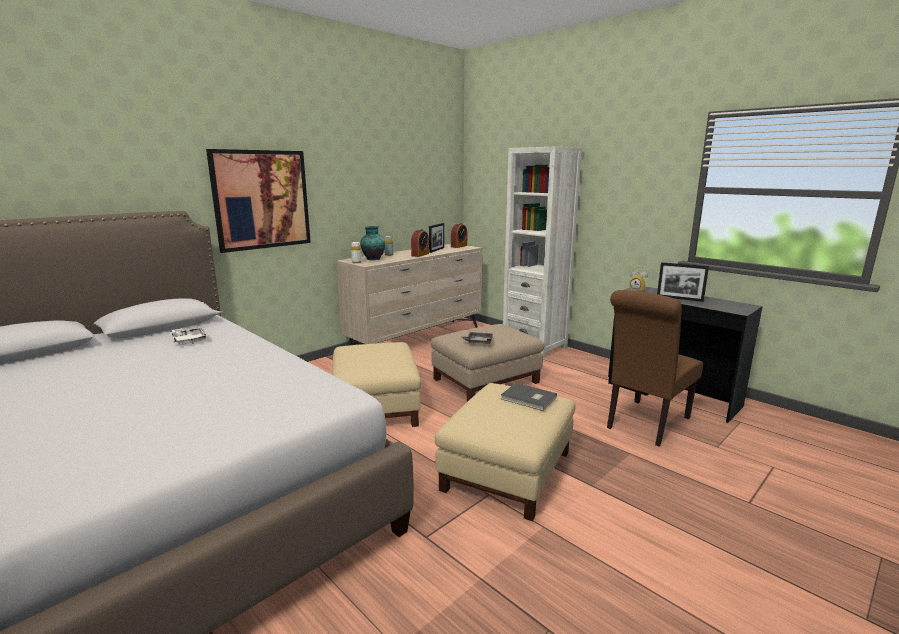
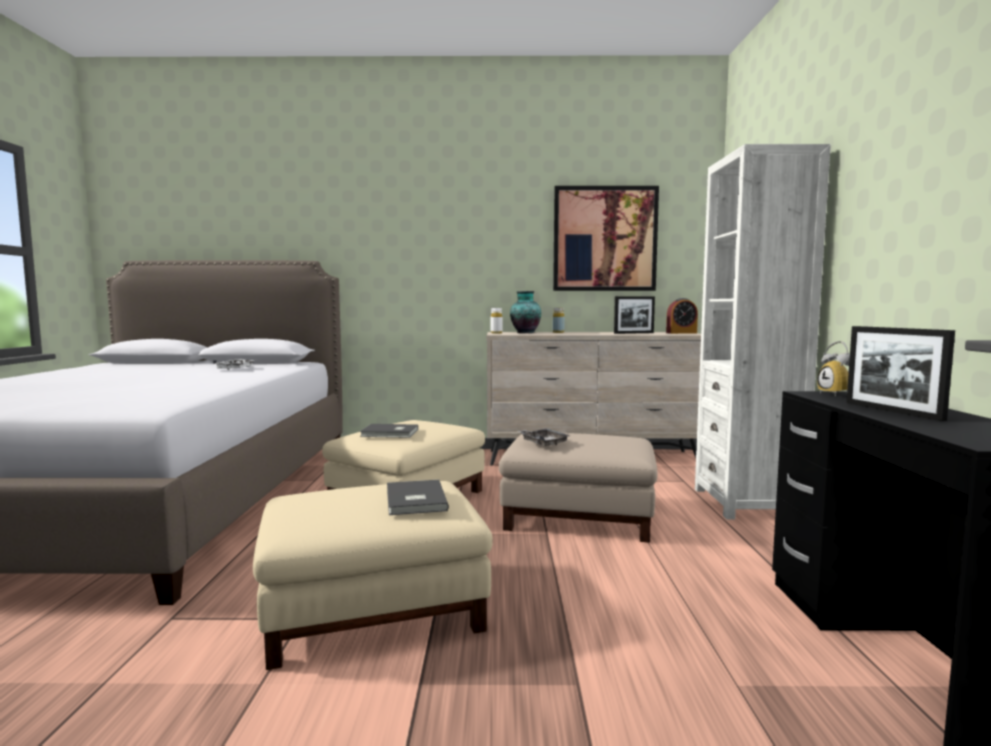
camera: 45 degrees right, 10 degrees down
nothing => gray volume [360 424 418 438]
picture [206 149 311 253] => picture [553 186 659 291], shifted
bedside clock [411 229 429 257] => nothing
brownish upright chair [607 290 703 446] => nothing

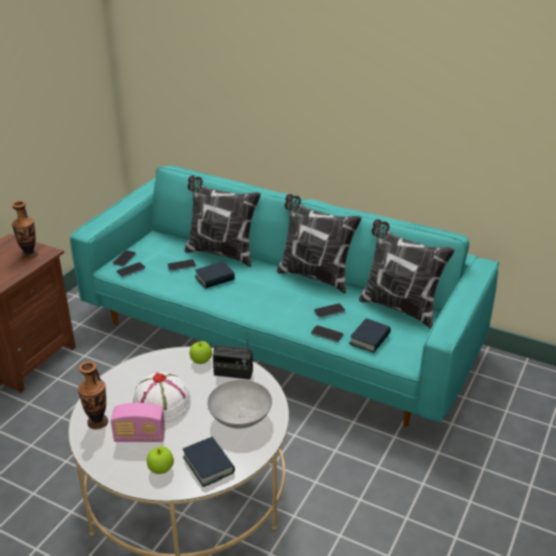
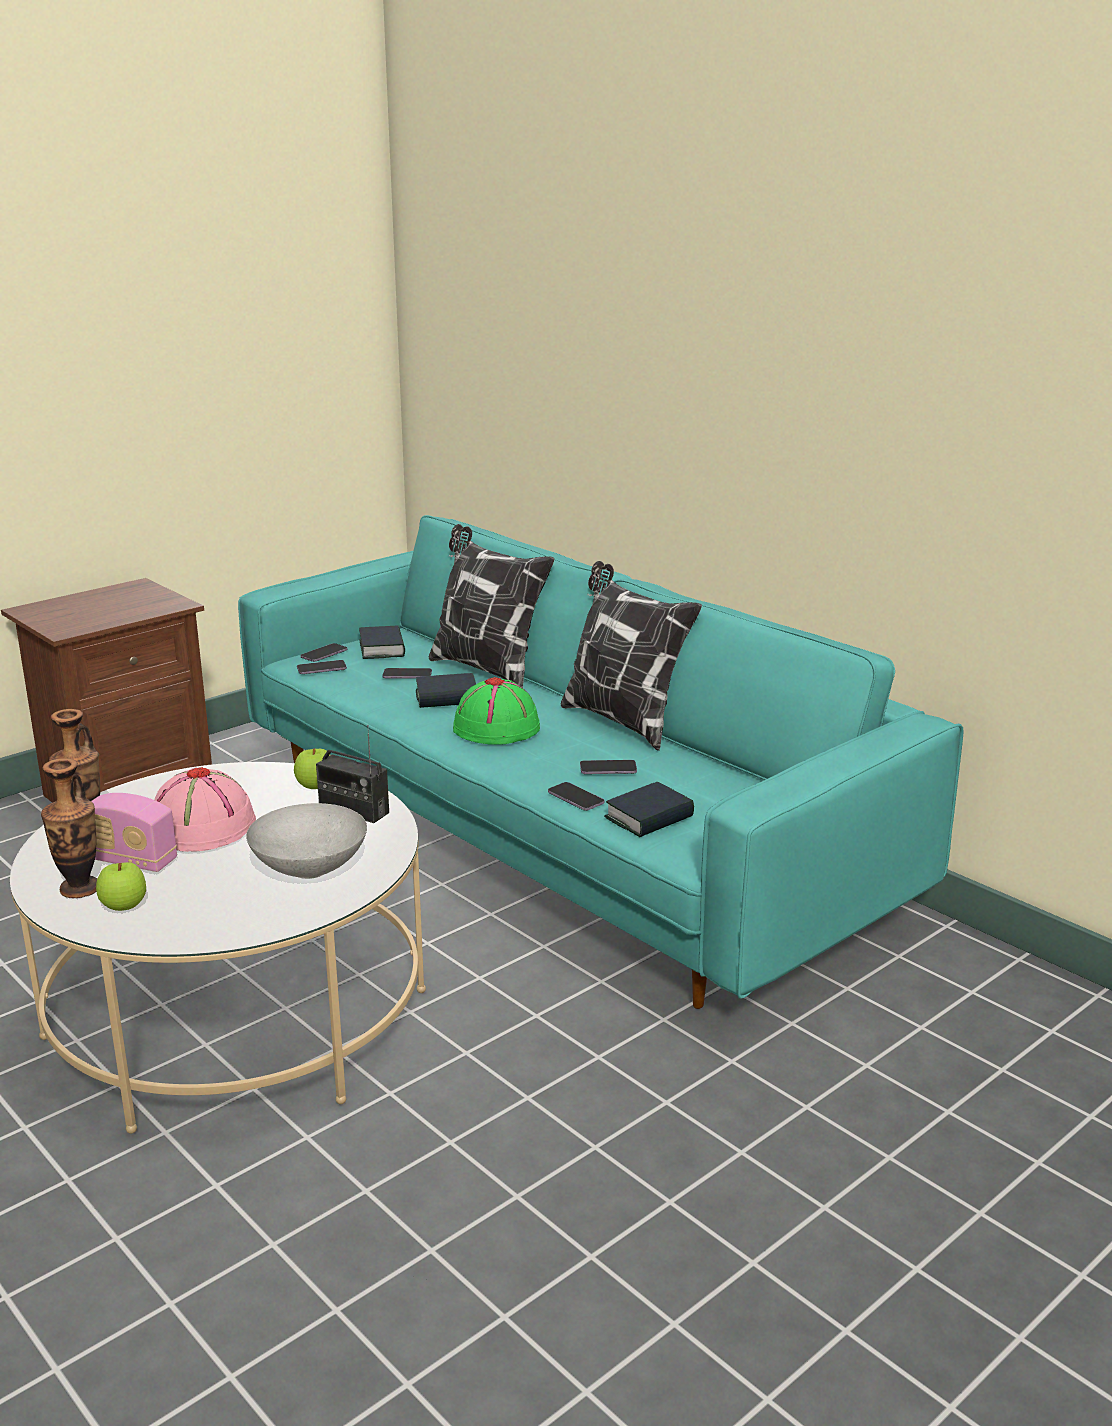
camera: 20 degrees right, 10 degrees down
decorative vase [11 201 38 259] => decorative vase [41 758 97 898], shifted
white-coloured clothing hat [133 372 191 424] => pinkish clothing hat [154 767 256 852]
volume [183 437 235 487] => volume [359 625 405 659], shifted
nothing => green-coloured clothing hat [453 677 540 745]
pillow [359 219 455 329] => nothing

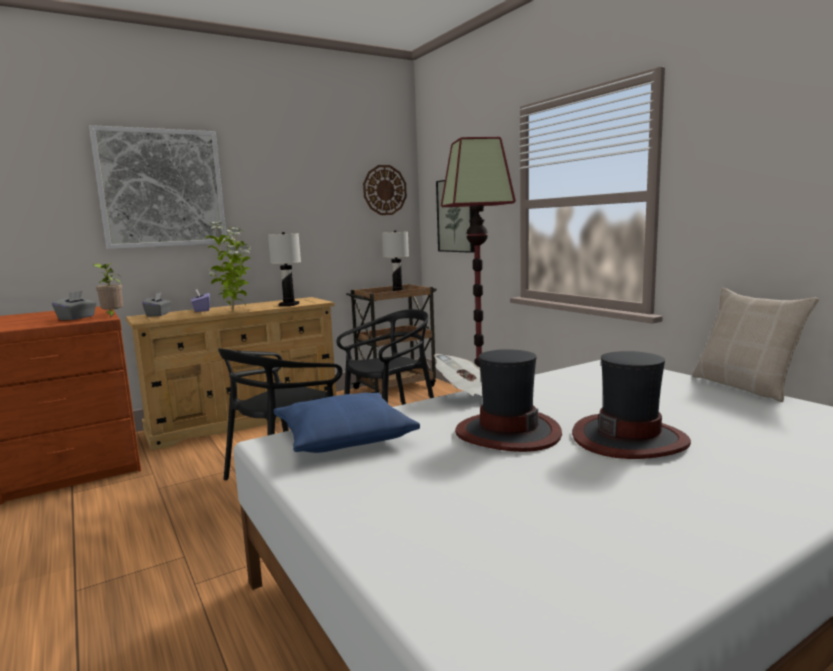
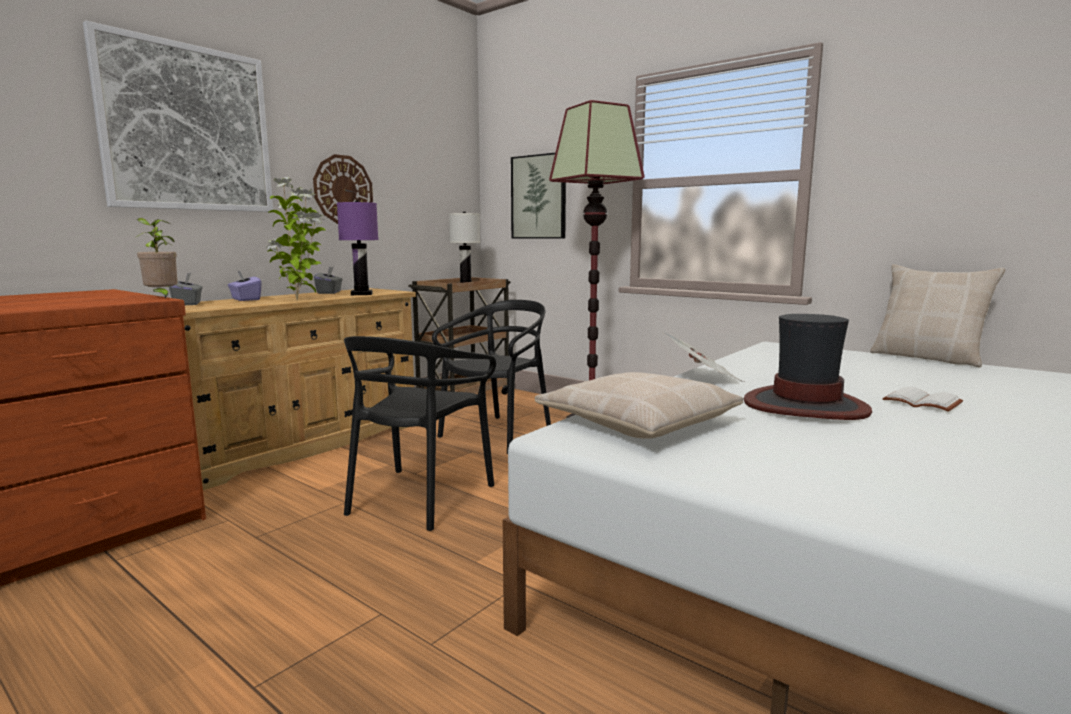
camera: 20 degrees left, 0 degrees up
wall clock [363 165 407 215] => wall clock [313 154 373 224], shifted
gray tissue box [52 291 97 320] => gray tissue box [314 267 343 294], shifted
white-coloured lamp for a table [268 232 301 306] => purplish lamp for a table [337 201 379 295]
bluish pillow [274 393 420 453] => beige-coloured pillow [535 372 743 439]
clothing hat [572 351 691 459] => white-coloured volume [882 387 963 412]

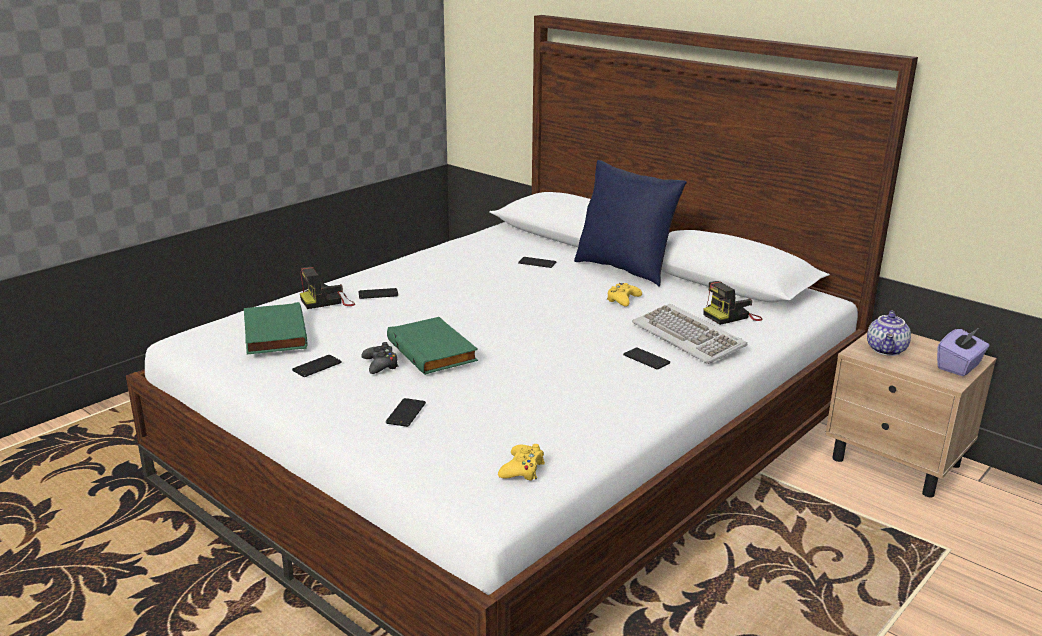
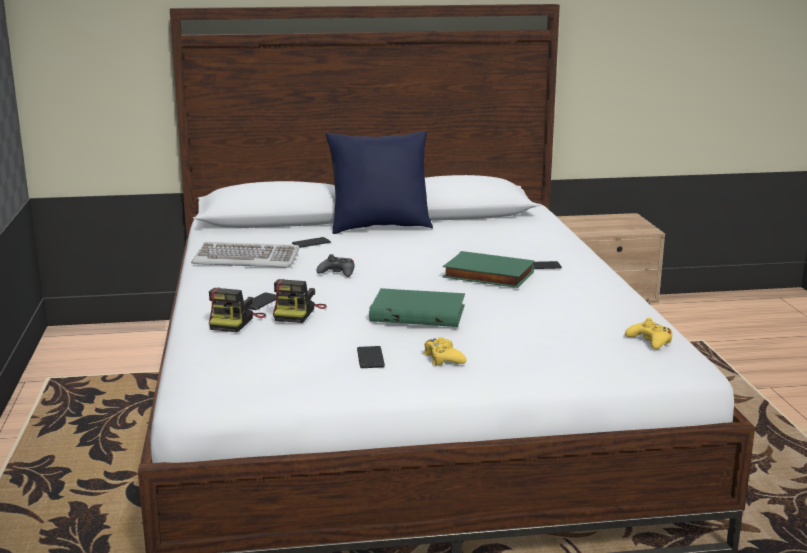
camera: 50 degrees left, 5 degrees down
PC keyboard [633 304 748 364] => PC keyboard [191 242 300 268], shifted
photo camera [703 281 763 325] => photo camera [273 279 327 323], shifted
black game controller [361 342 399 374] => black game controller [317 254 355 277], shifted
yellow game controller [607 283 642 307] => yellow game controller [424 337 466 366], shifted
green-coloured volume [244 302 308 355] => green-coloured volume [443 251 534 288], shifted
phone [386 398 426 427] => nothing
tea pot [867 310 911 356] => nothing
purplish tissue box [937 329 990 376] => nothing

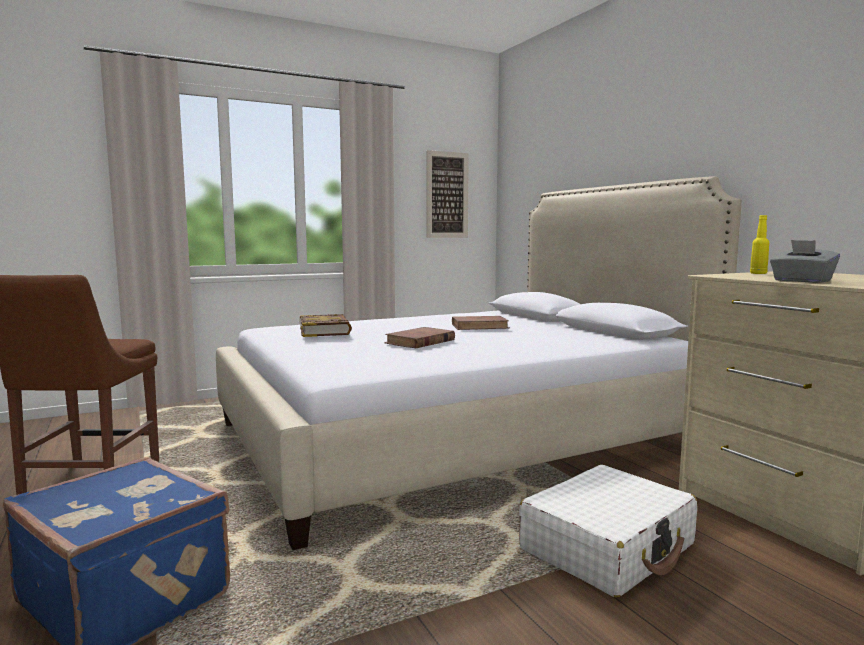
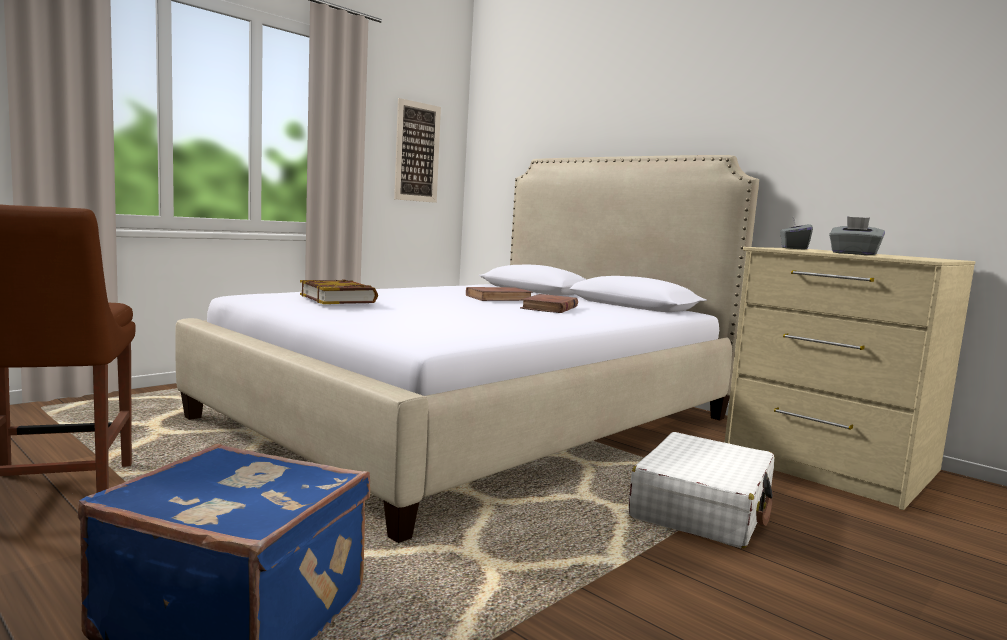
camera: 20 degrees left, 0 degrees up
brownish volume [384 327 455 348] => brownish volume [520 294 578 313], shifted
yellow beverage bottle [750 215 769 274] => gray tissue box [780 216 813 250]

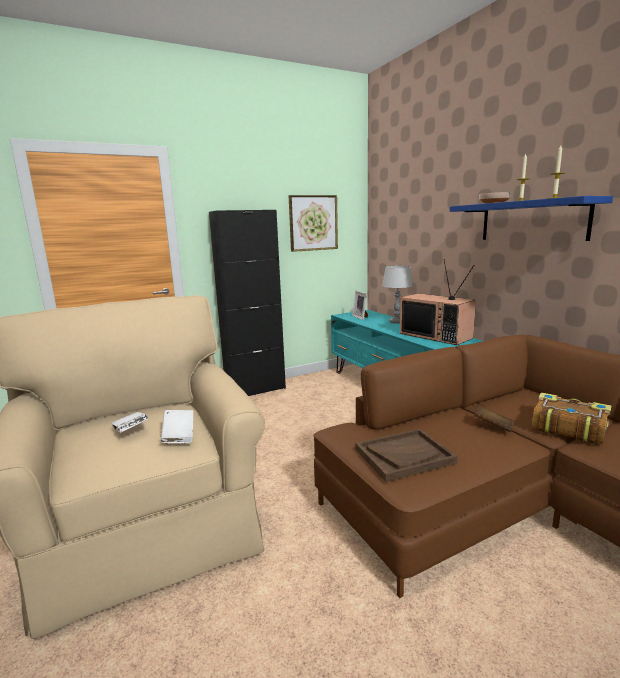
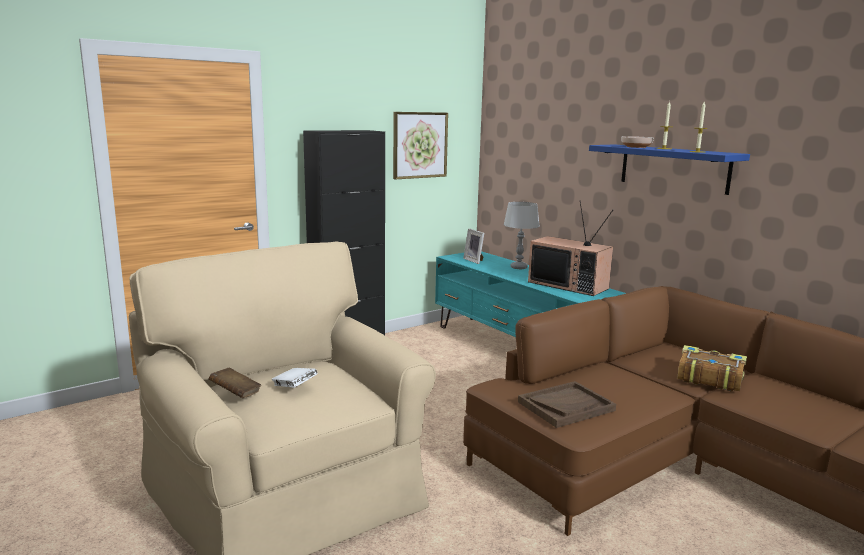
camera: 10 degrees left, 0 degrees up
brownish volume [475 406 514 432] => brownish volume [209 368 261 398], shifted
white-coloured volume [160 410 193 443] => nothing

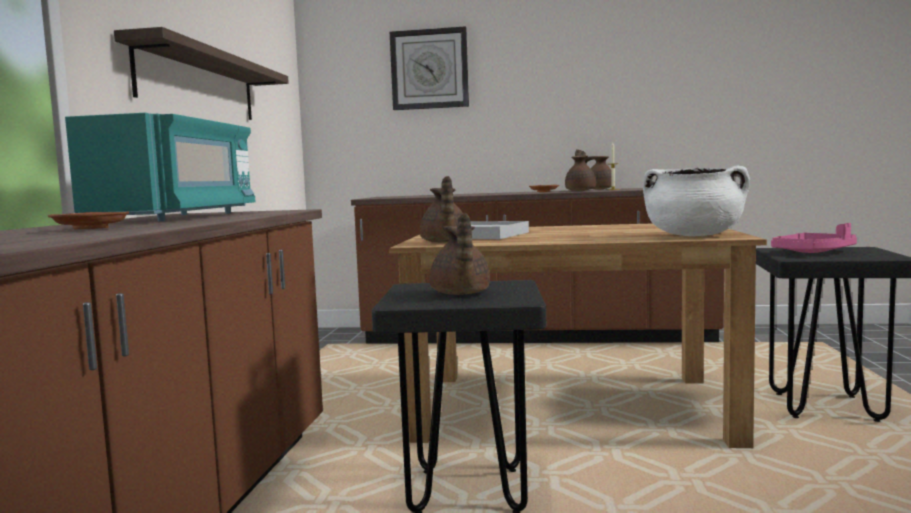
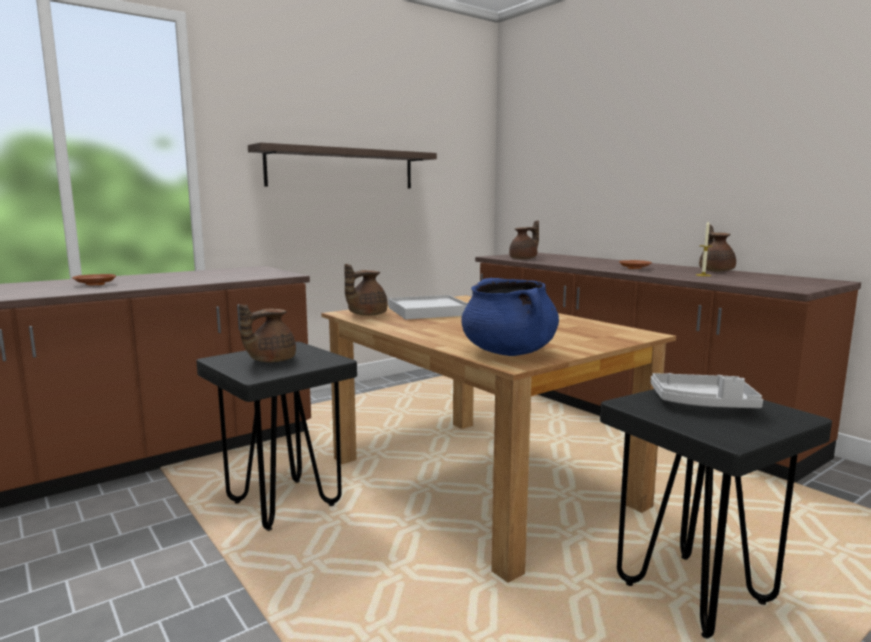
camera: 45 degrees right, 5 degrees up
white-coloured cooking pot [643 165 750 236] => bluish cooking pot [461 278 559 356]
brownish tea pot [565 149 596 191] => brownish tea pot [509 220 539 259], shifted
pinkish tray [771 223 857 253] => gray tray [651 373 763 408]
turquoise microwave [65 113 256 221] => nothing
wall clock [390 26 469 110] => nothing

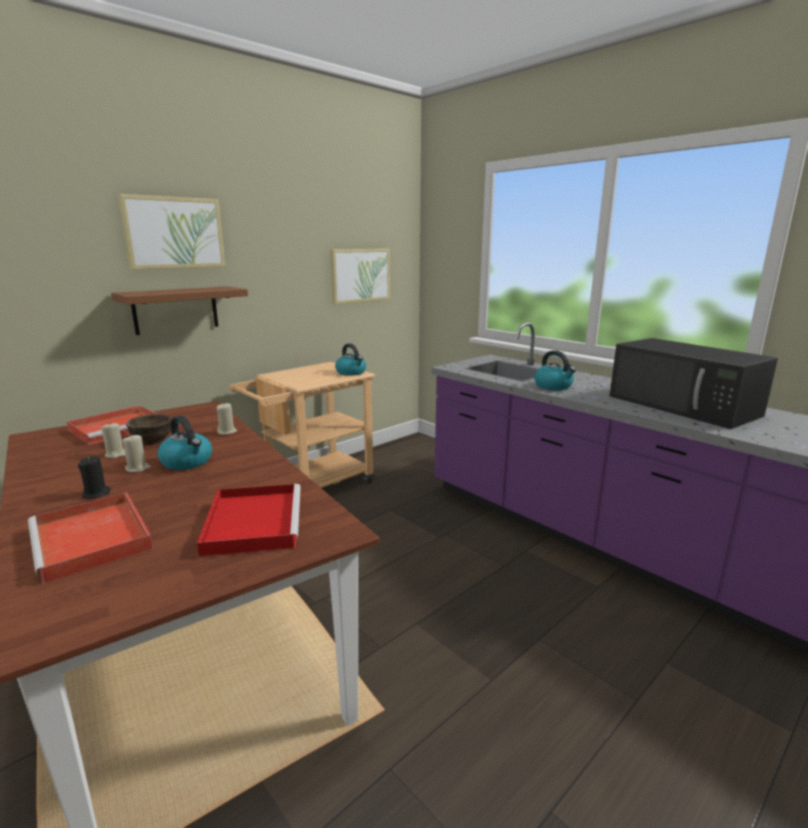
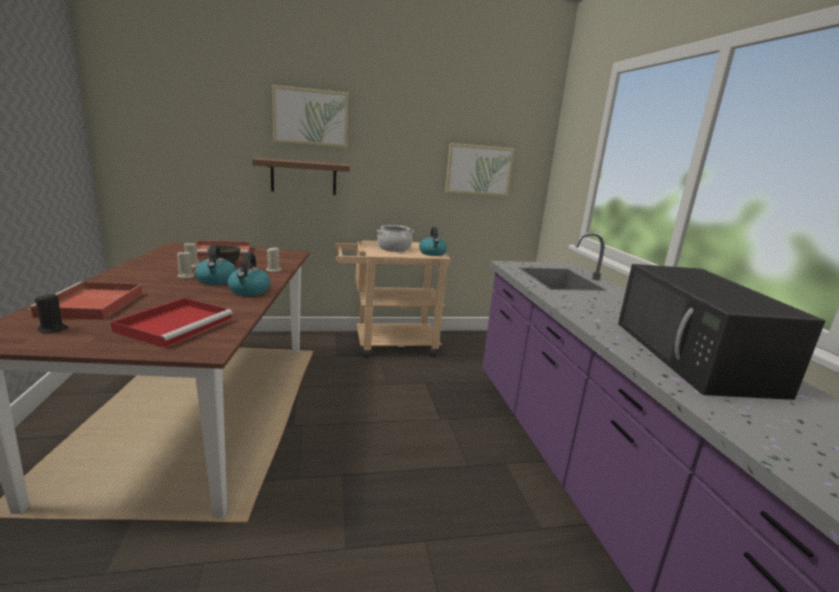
camera: 30 degrees right, 0 degrees up
black wax light [78 456 111 498] => black wax light [35 293 68 333], shifted
tea kettle [534 350 576 390] => tea kettle [227 253 270 296], shifted
nothing => cooking pot [377 225 414 252]

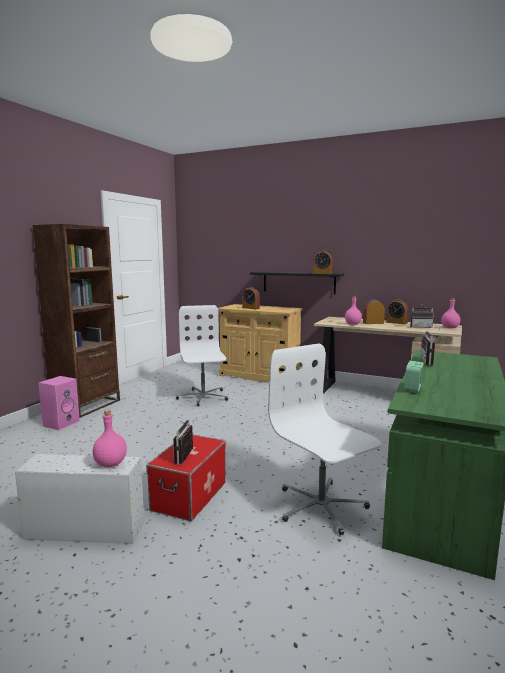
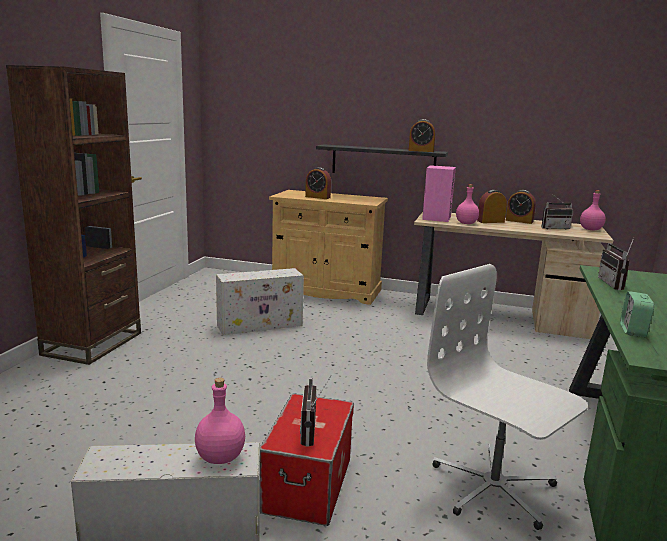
camera: 10 degrees left, 5 degrees up
white-coloured desk chair [176 305 228 406] => white-coloured storage container [216 268 304 335]
pinkish audio speaker [39 376 80 430] => pinkish audio speaker [422 165 456 222], shifted

